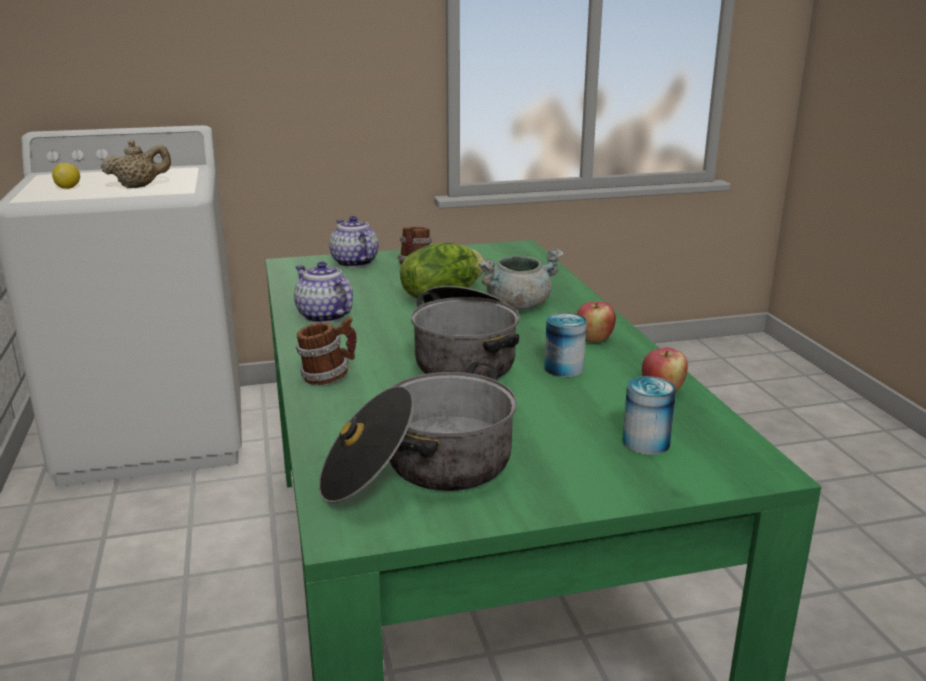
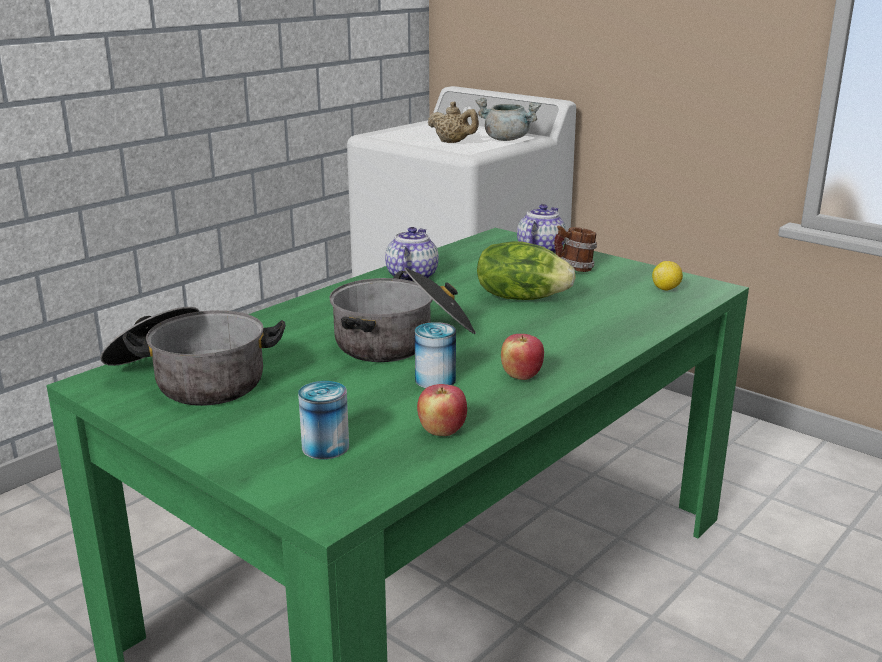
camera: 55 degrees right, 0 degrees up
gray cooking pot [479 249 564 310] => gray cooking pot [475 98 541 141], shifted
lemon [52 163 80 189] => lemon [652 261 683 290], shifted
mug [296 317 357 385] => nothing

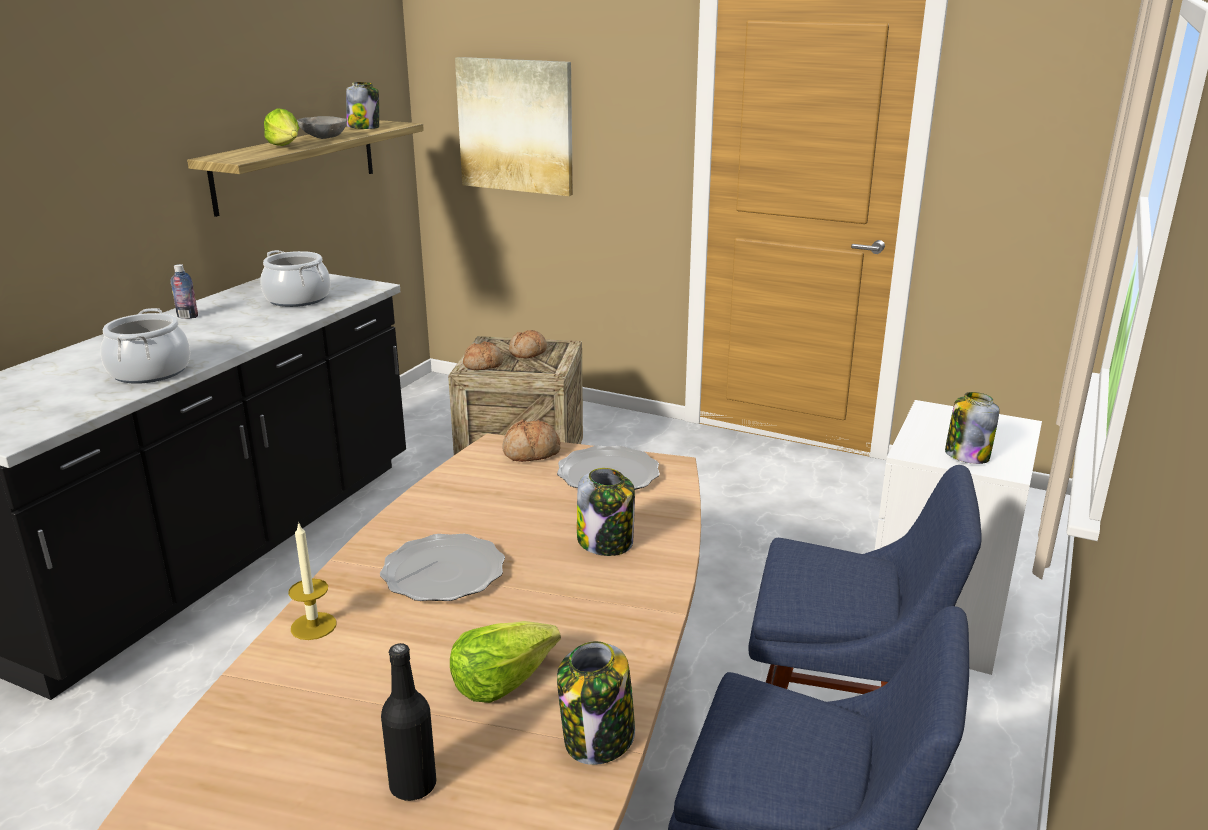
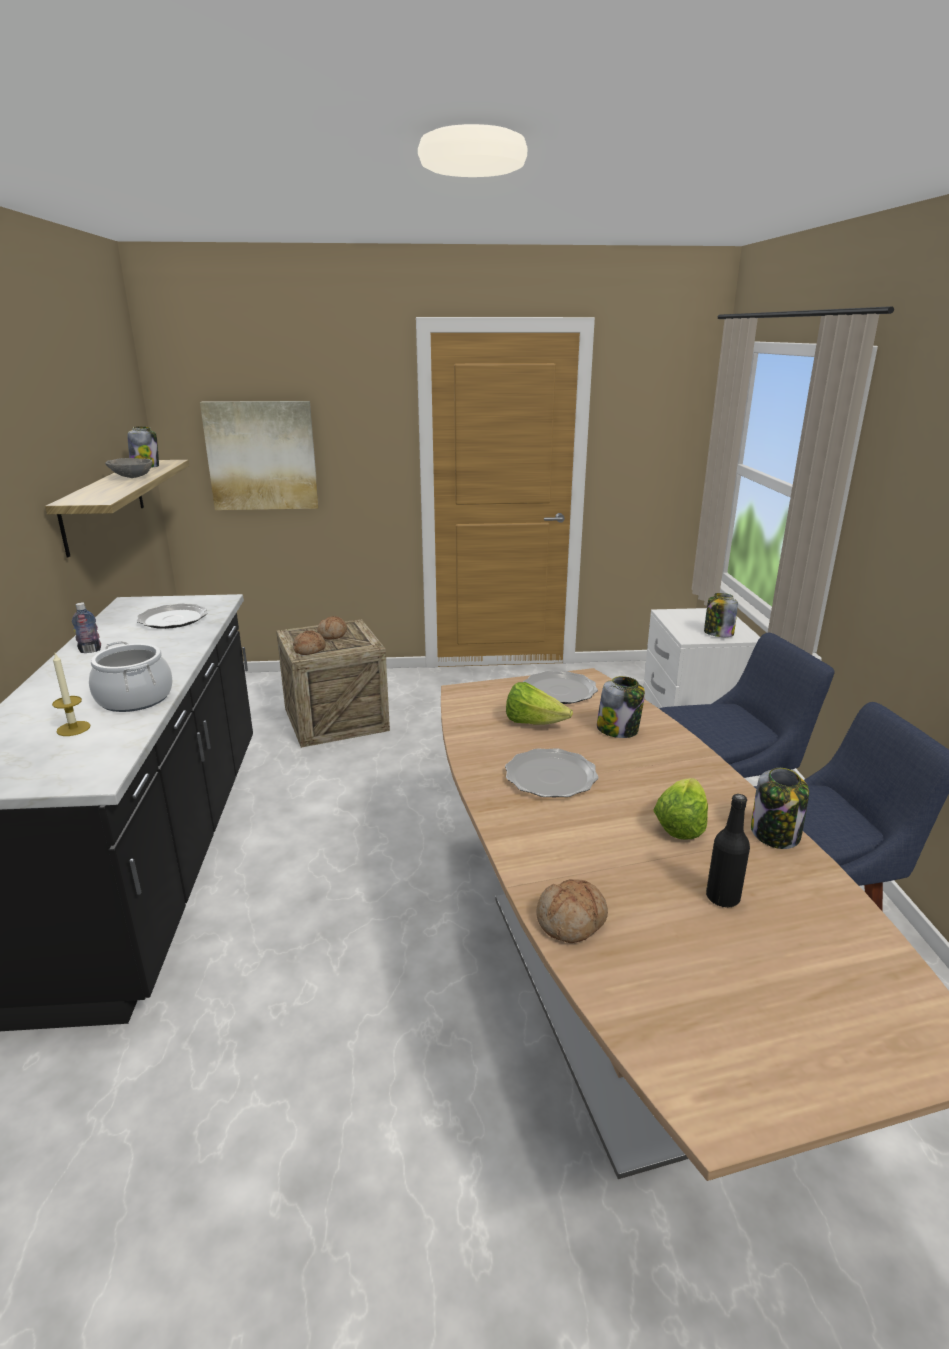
camera: 30 degrees left, 0 degrees up
wax light [288 522 336 640] => wax light [52 654 90 736], shifted
cooking pot [260 250 331 307] => flat dish [137 604 207 629]
lettuce head [264 108 299 146] => lettuce head [506 682 573 725], shifted
baked bread [502 419 560 462] => baked bread [536 879 608 943], shifted

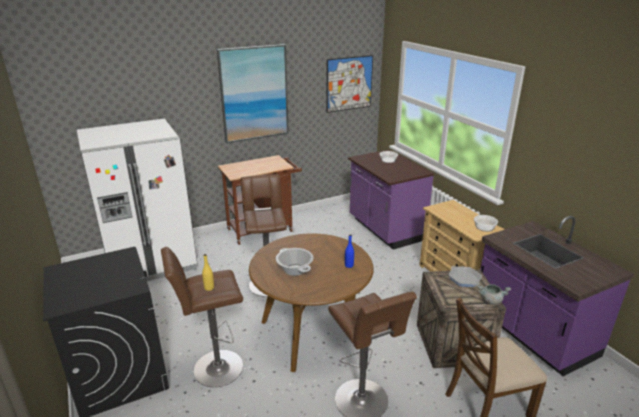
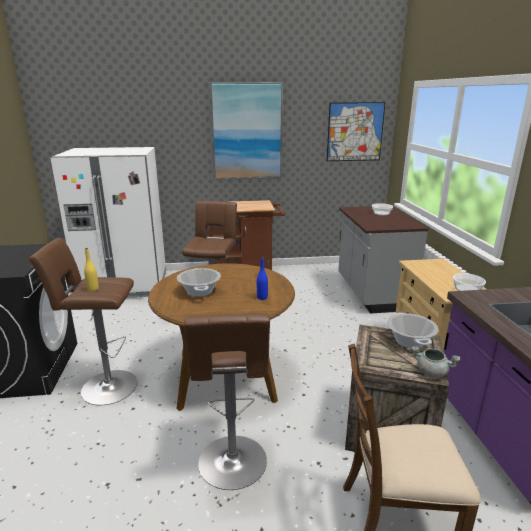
camera: 20 degrees right, 5 degrees down
purplish kitchen counter [348 150 434 250] => gray kitchen counter [338 206 428 314]
frying pan [448 266 482 287] => cooking pot [387 313 438 348]

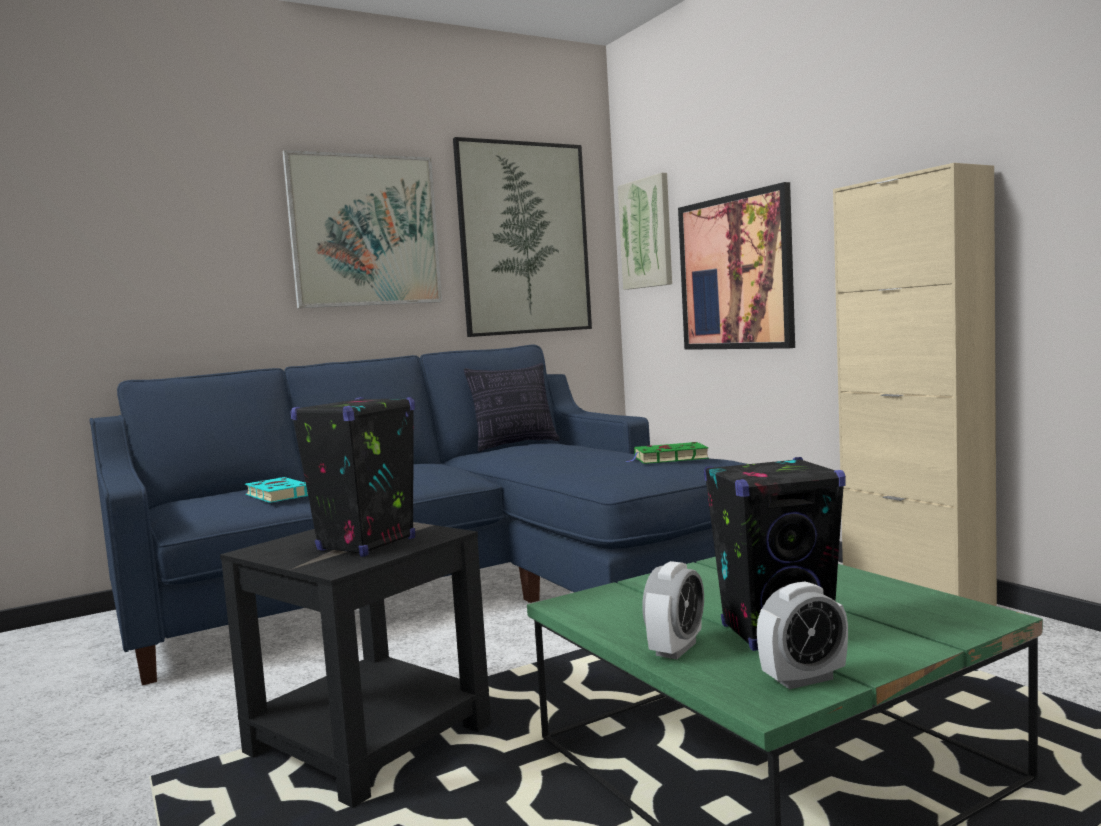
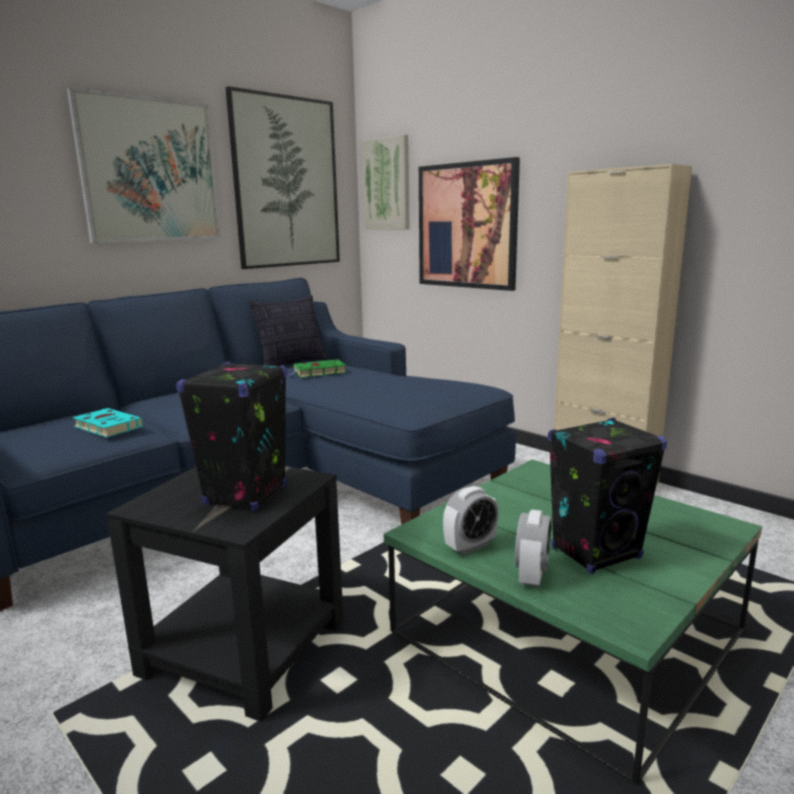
camera: 15 degrees left, 10 degrees up
green-coloured volume [627 442 709 464] => green-coloured volume [287 359 347 378], shifted
bedside clock [757 582 848 689] => bedside clock [443 486 499 555], shifted

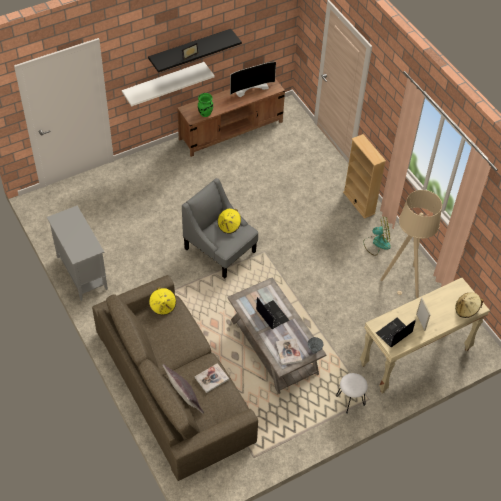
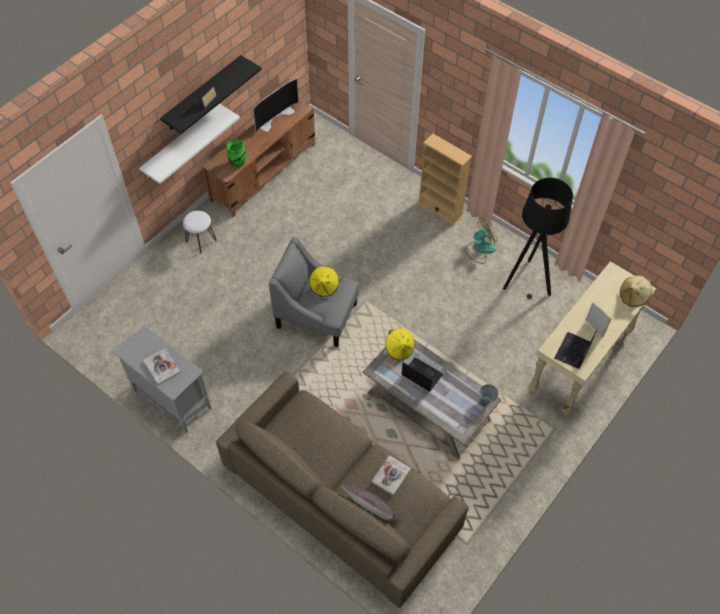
camera: 20 degrees left, 5 degrees up
volume [276 338 302 365] => volume [143 348 181 385], shifted
white-coloured stool seat [336 373 368 414] => white-coloured stool seat [183 211 217 253], shifted
yellow clothing hat [149 287 176 315] => yellow clothing hat [386 328 415 361], shifted
beige-coloured standard lamp [380 190 442 298] => black standard lamp [503 178 573 299]

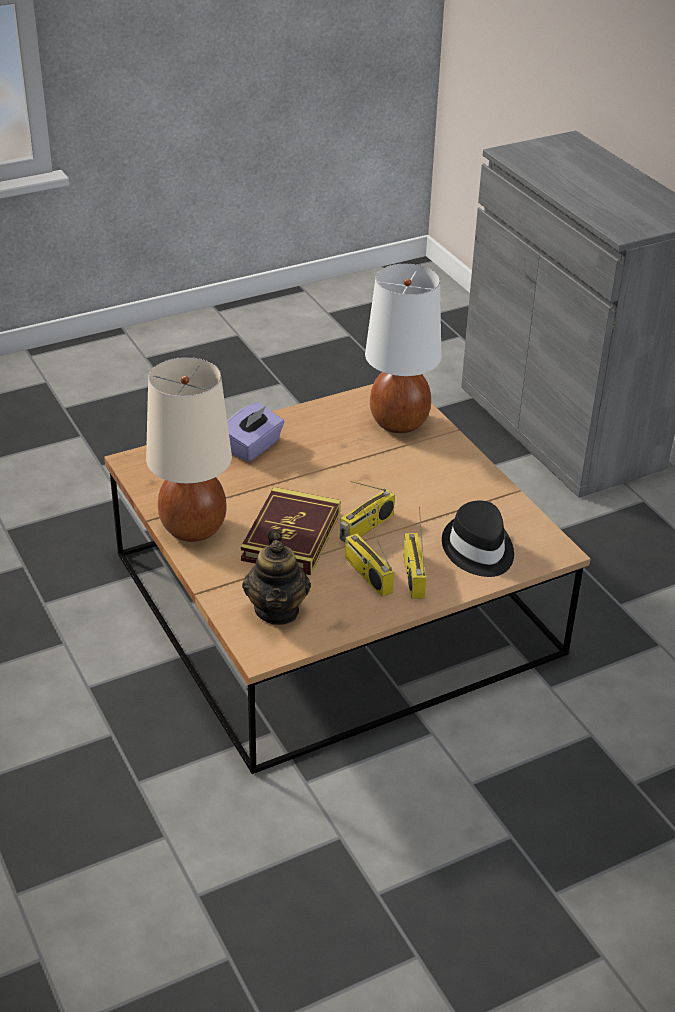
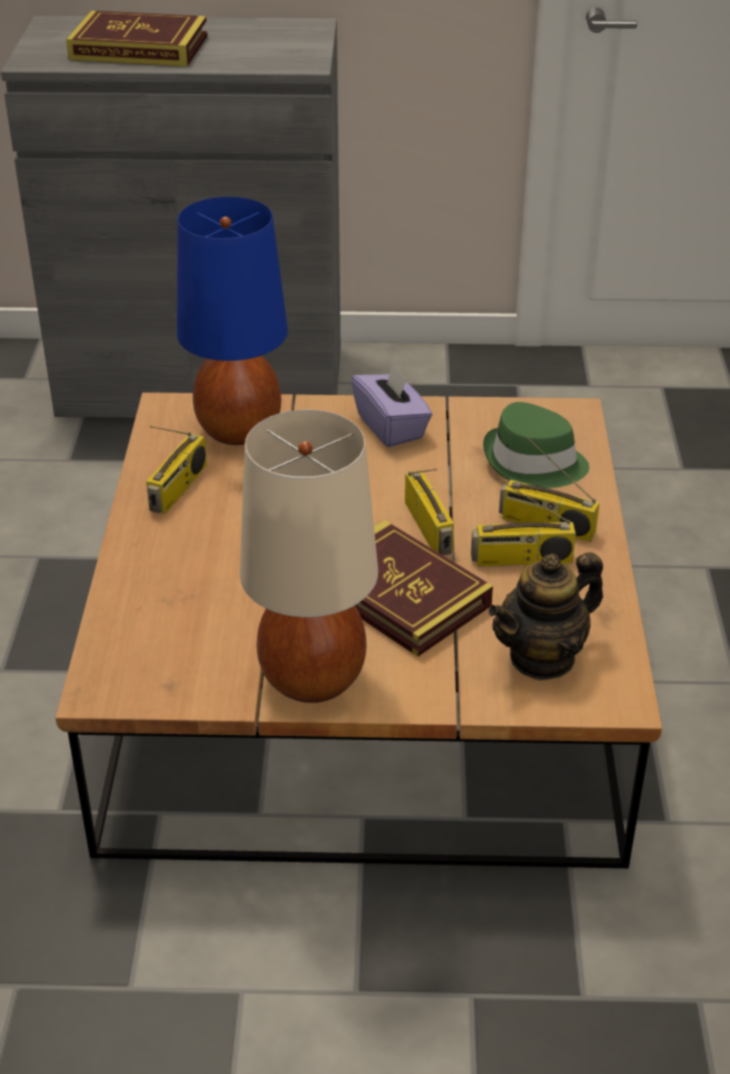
camera: 60 degrees left, 0 degrees up
nothing => volume [66 10 208 67]
nothing => radio [146 426 207 514]
white-coloured lamp for a table [365 264 441 433] => bluish lamp for a table [177 197 288 445]
purplish tissue box [227 402 285 462] => purplish tissue box [351 362 432 447], shifted
black clothing hat [442 501 514 577] => green-coloured clothing hat [483 402 589 488]
tea pot [242 529 311 625] => tea pot [488 552 603 681], 120 degrees clockwise

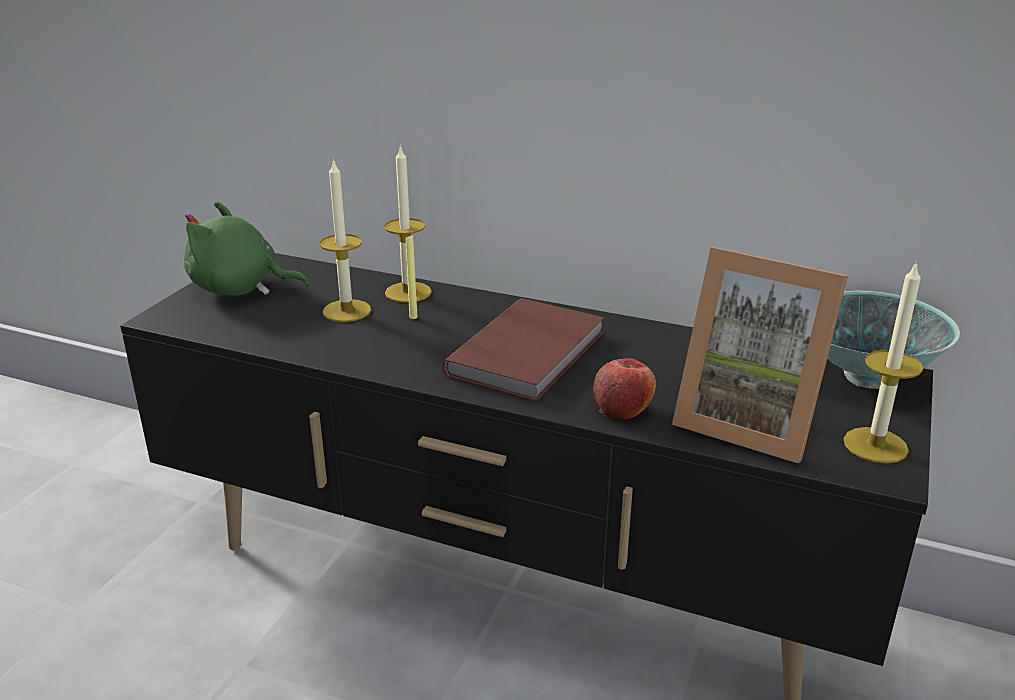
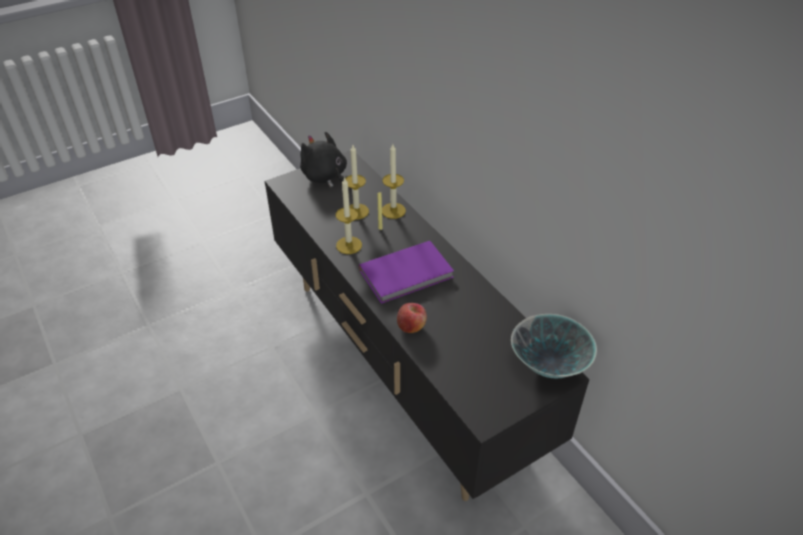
camera: 35 degrees right, 15 degrees up
green-coloured cuddly toy [184 201 310 296] => black cuddly toy [300 132 352 190]
wax light [844 261 923 464] => wax light [336 177 362 254], shifted
brownish volume [442 298 604 401] => purplish volume [359 241 454 304]
photo frame [672 247 848 463] => nothing

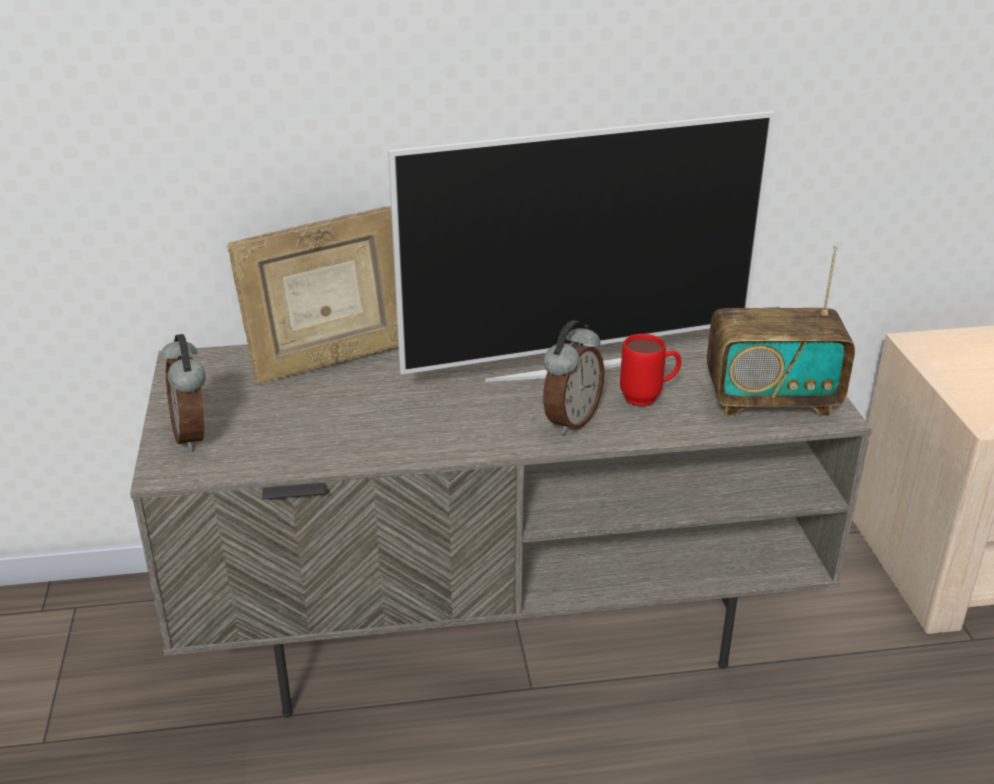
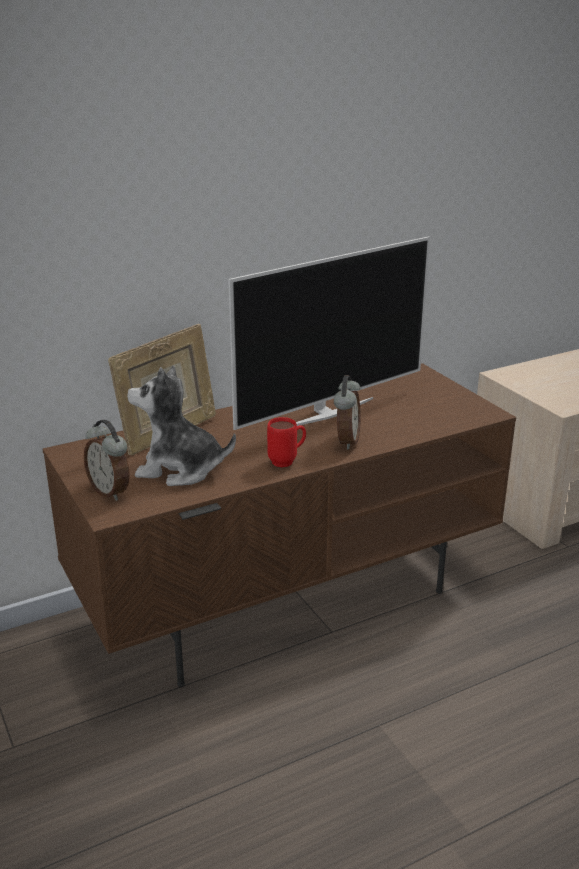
camera: 20 degrees left, 5 degrees down
gray tv unit [130 307 872 717] => brownish tv unit [42 363 516 687]
nothing => cuddly toy [127 365 236 486]
red mug [620 334 681 406] => red mug [267 417 306 467], shifted
radio [707 245 855 417] => nothing

